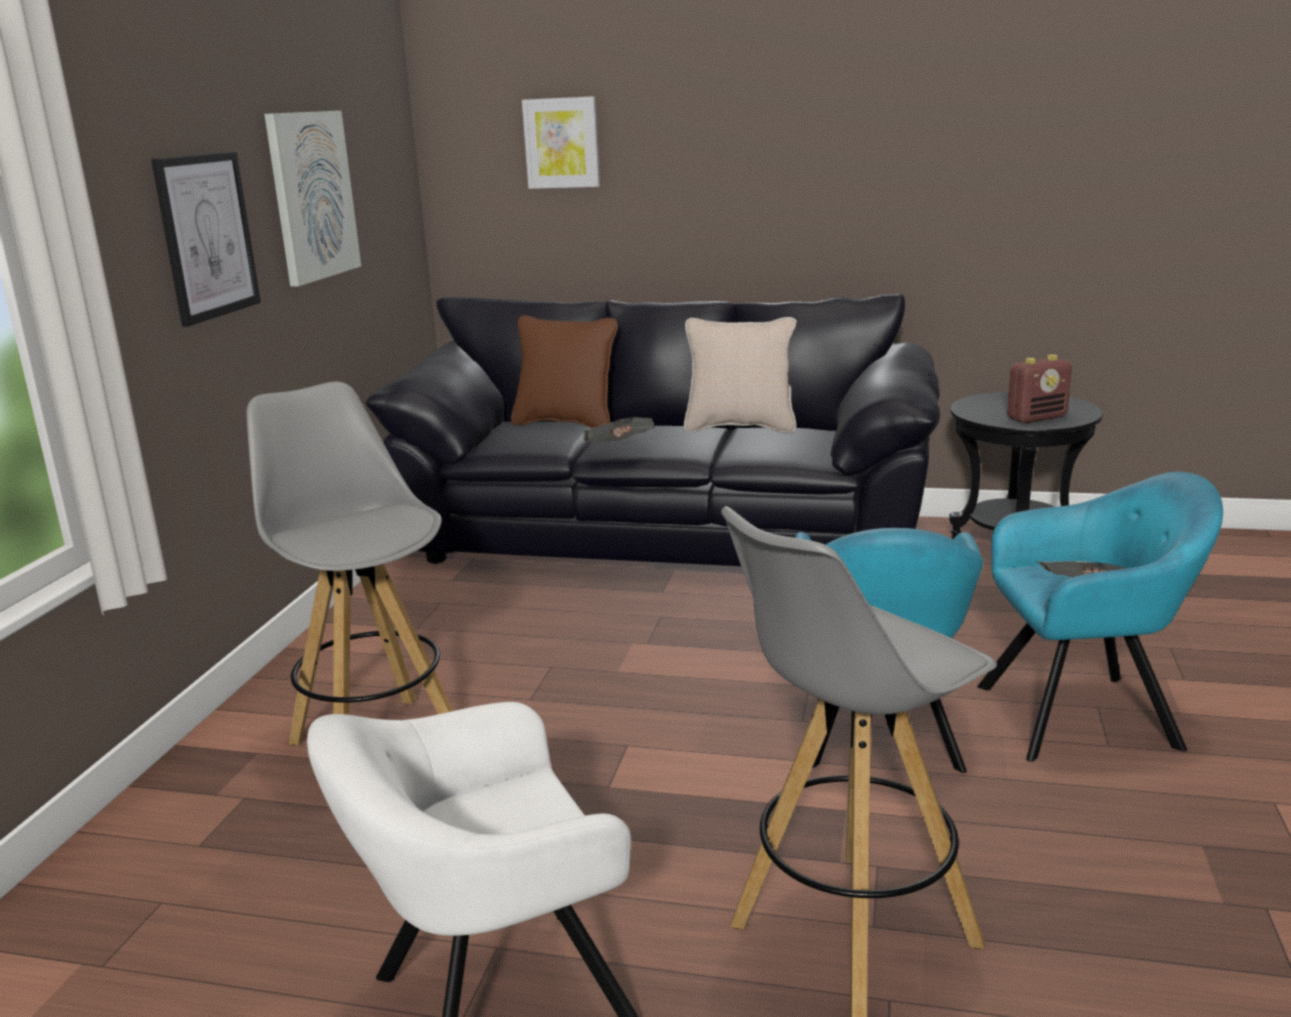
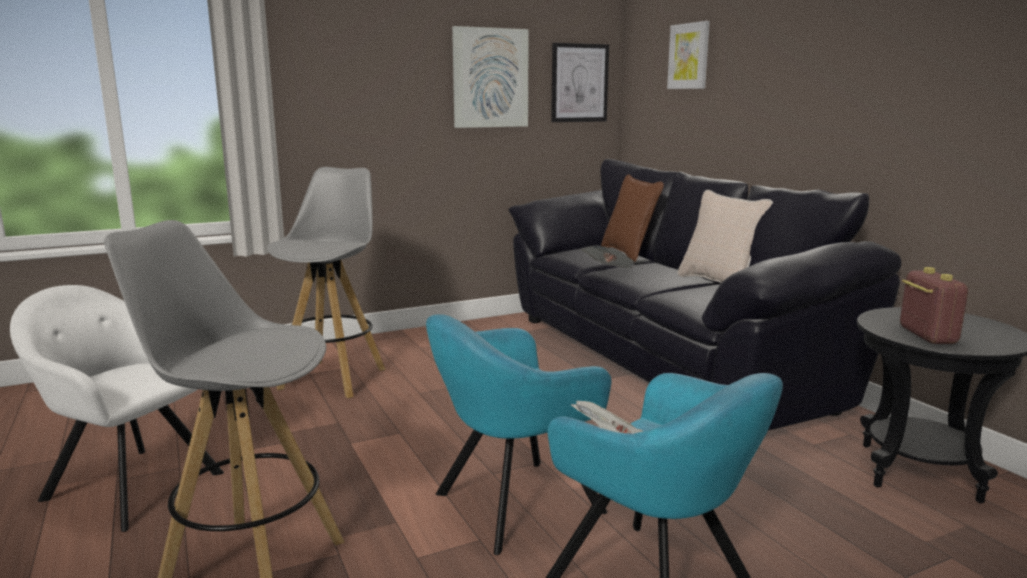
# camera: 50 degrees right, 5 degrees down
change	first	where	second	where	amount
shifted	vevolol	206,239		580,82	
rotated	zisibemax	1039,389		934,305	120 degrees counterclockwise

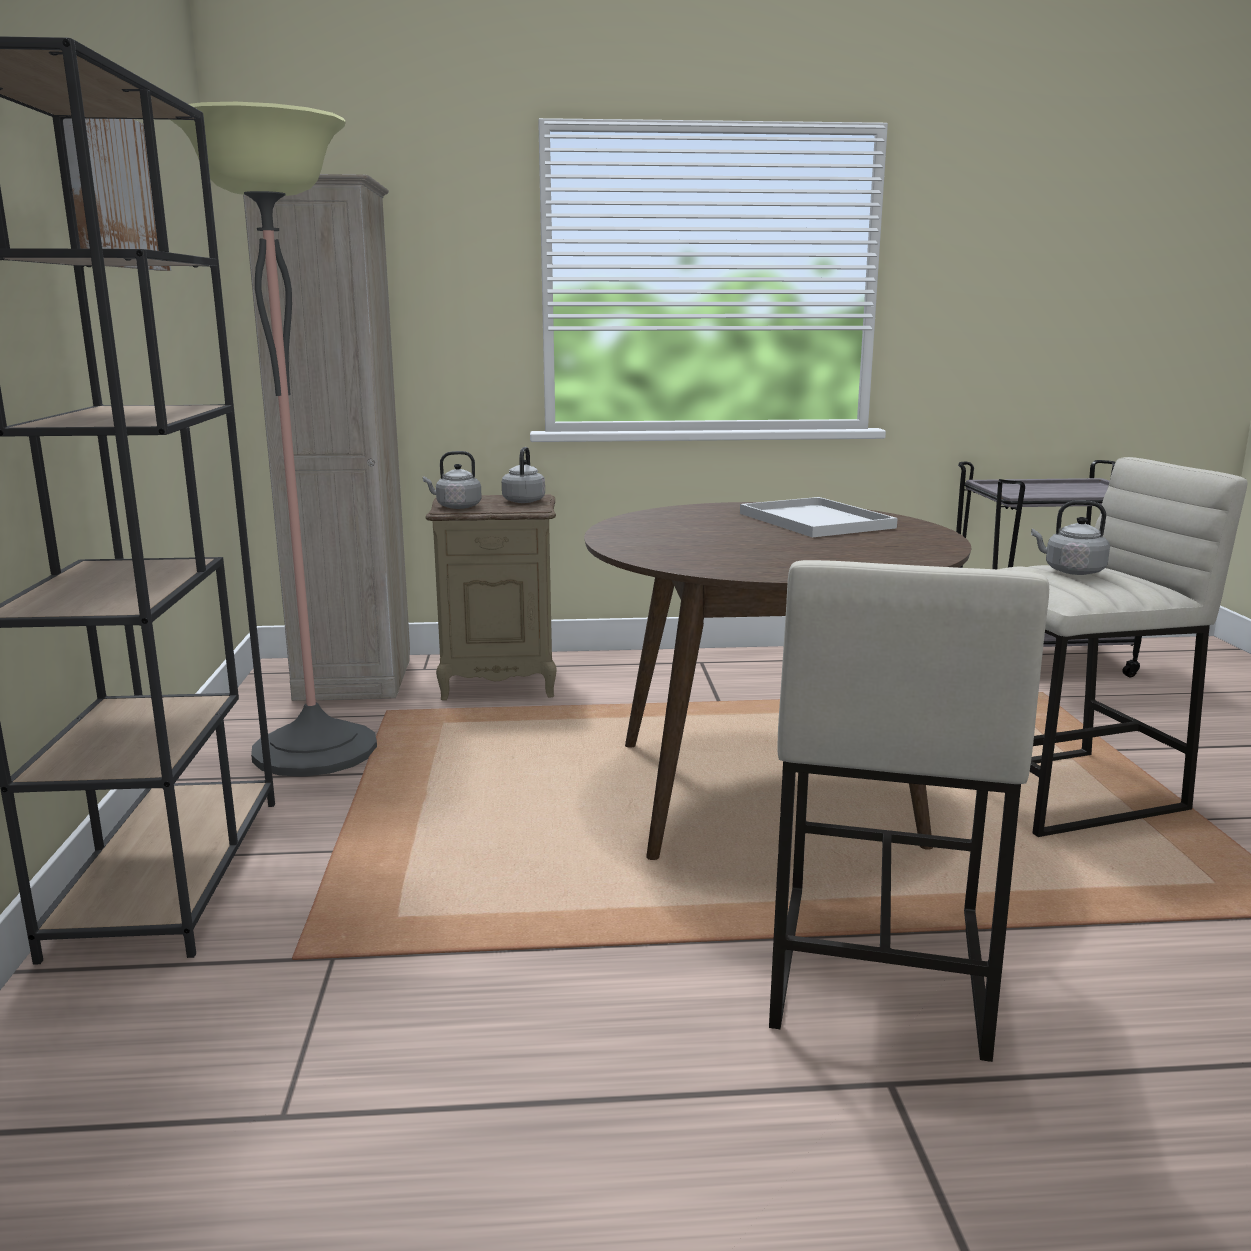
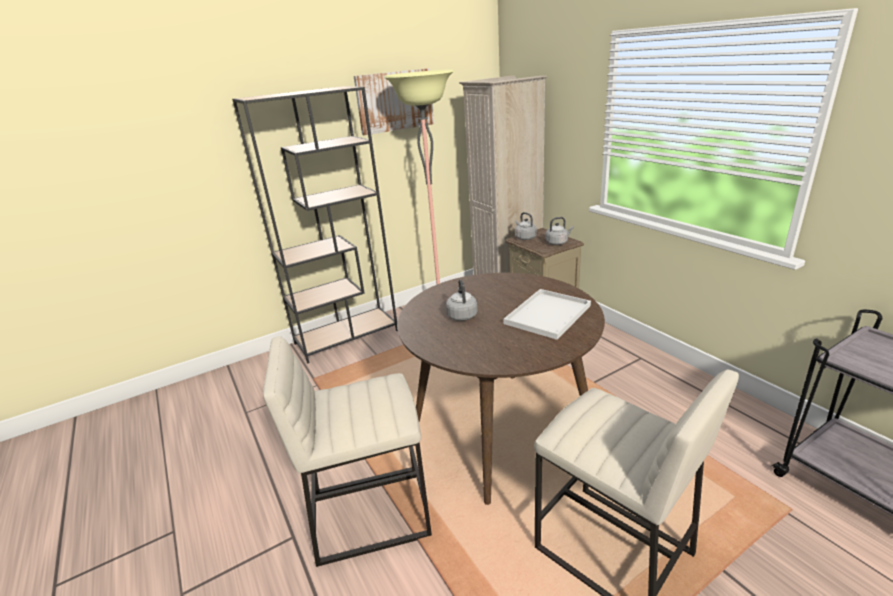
# camera: 65 degrees right, 10 degrees up
change	first	where	second	where	amount
shifted	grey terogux	1070,537		461,300	

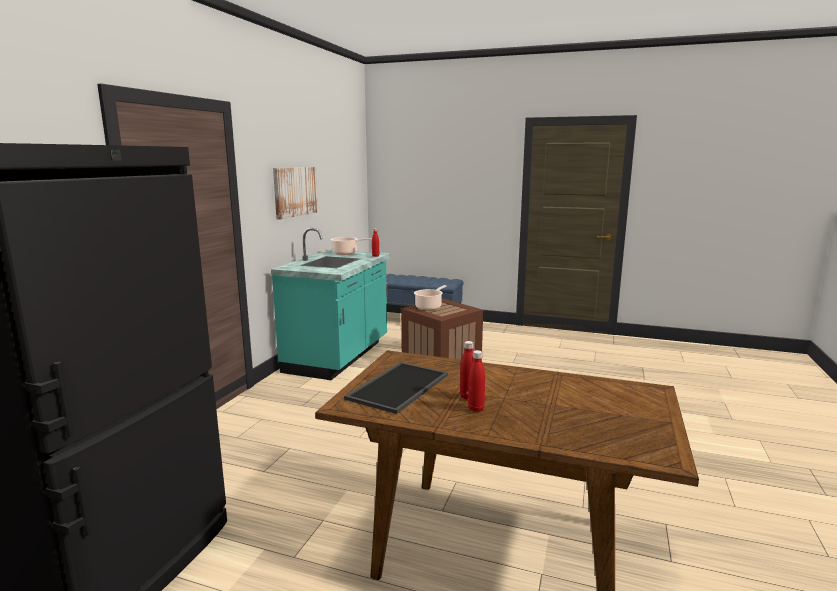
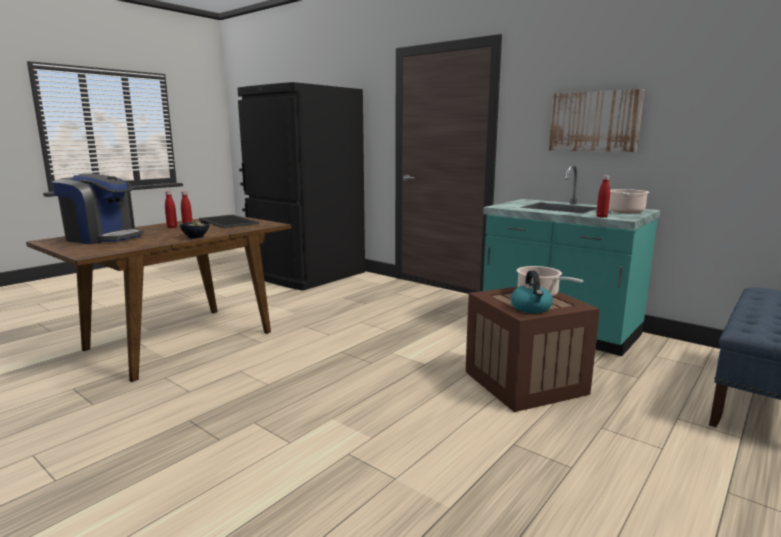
# camera: 110 degrees right, 0 degrees up
change	first	where	second	where	amount
new			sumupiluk	98,208	
new			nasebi	194,230	
new			terogux	532,292	

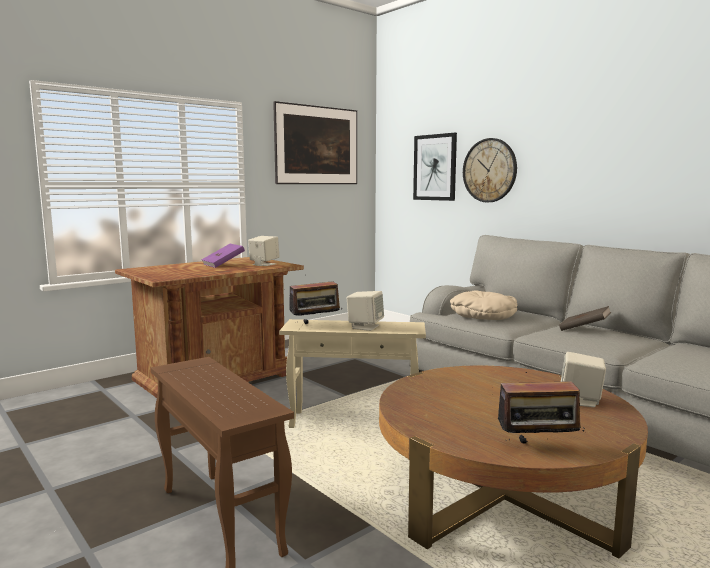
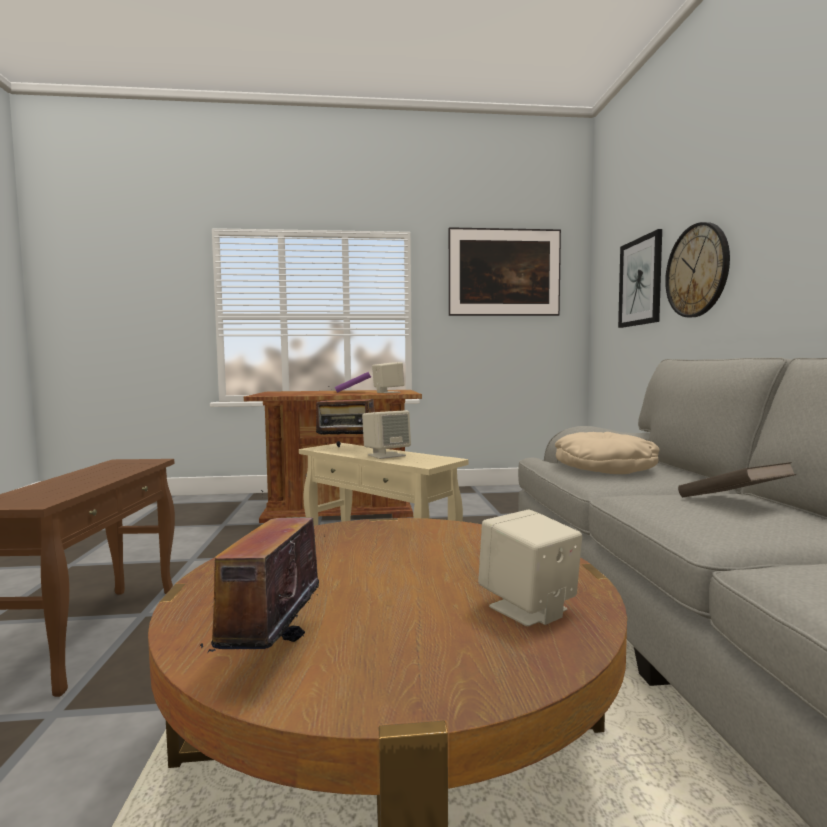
# camera: 35 degrees right, 5 degrees down
change	first	where	second	where	amount
rotated	zisibemax	542,408		262,571	60 degrees clockwise

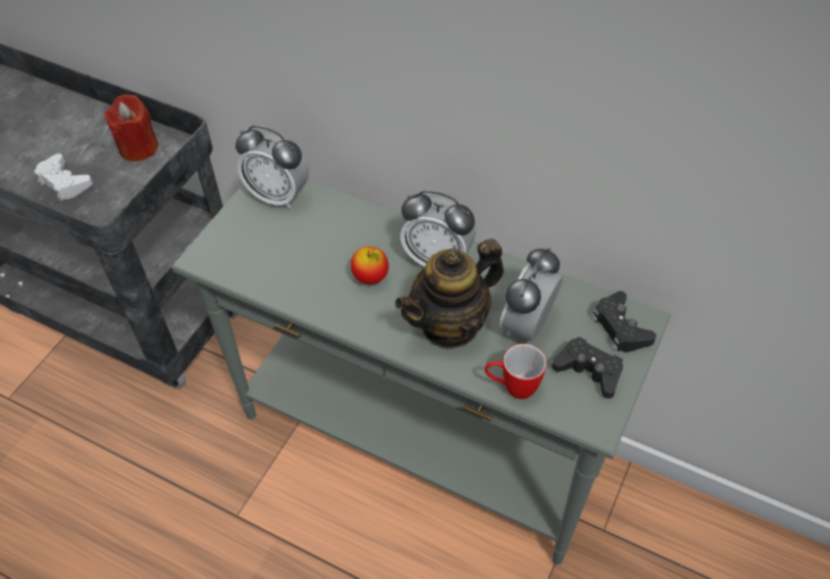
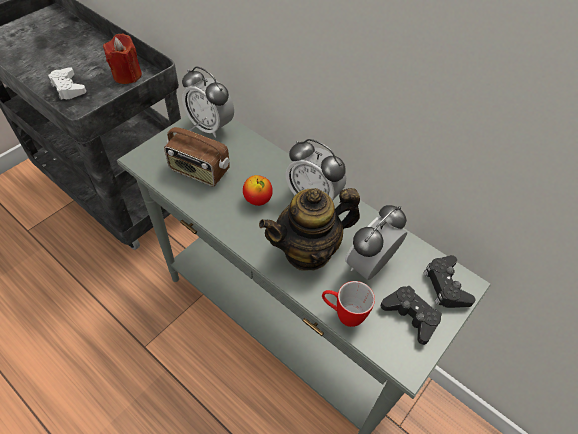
# camera: 10 degrees right, 0 degrees up
change	first	where	second	where	amount
new			zisibemax	197,151	

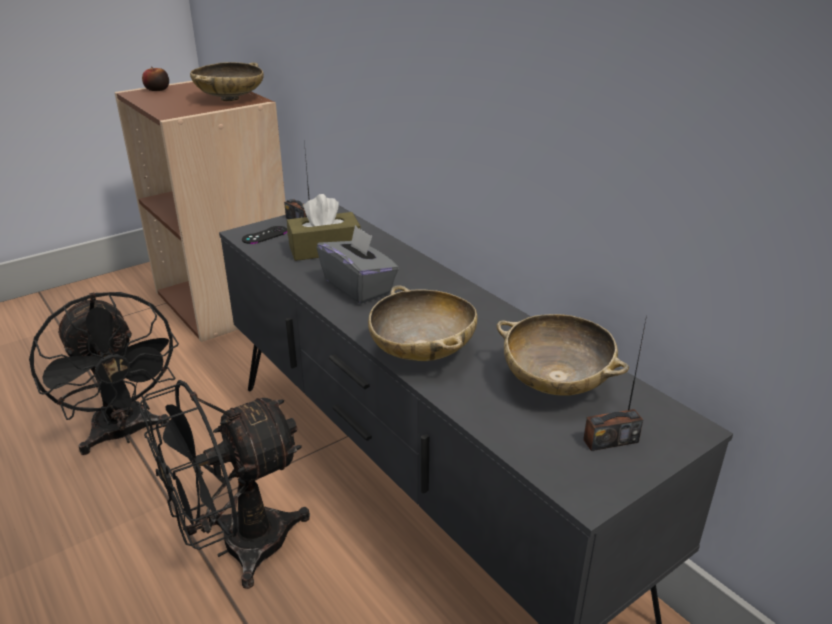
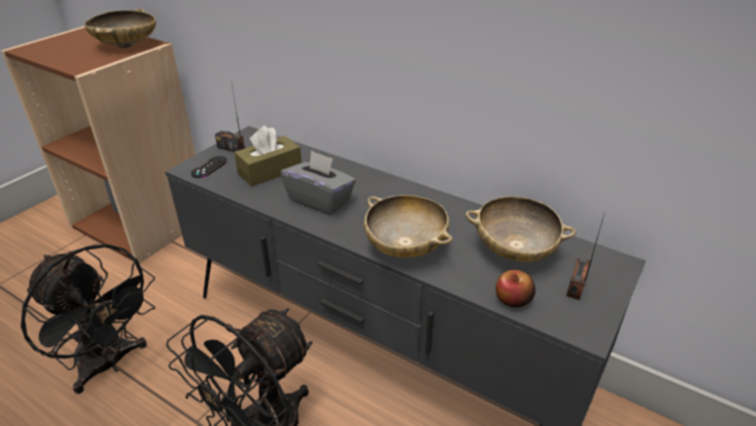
# camera: 20 degrees left, 5 degrees up
change	first	where	second	where	amount
shifted	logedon	155,78		516,289	
rotated	zisibemax	615,383		585,256	150 degrees clockwise

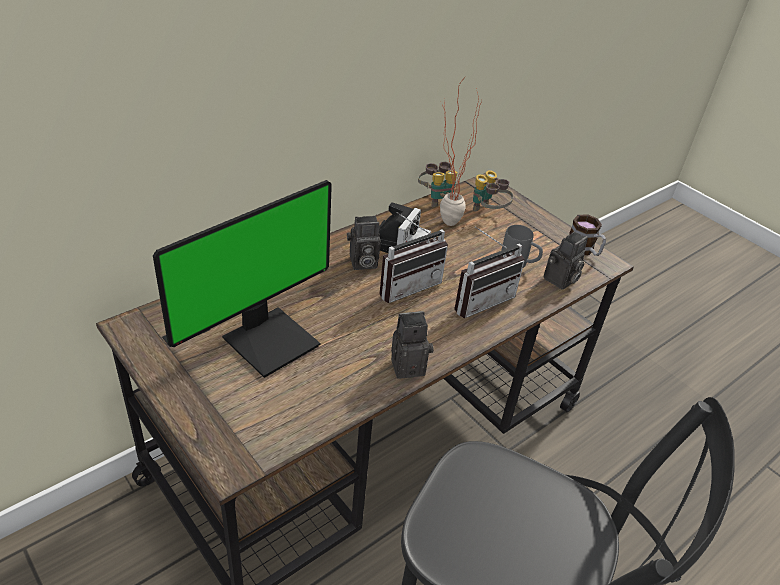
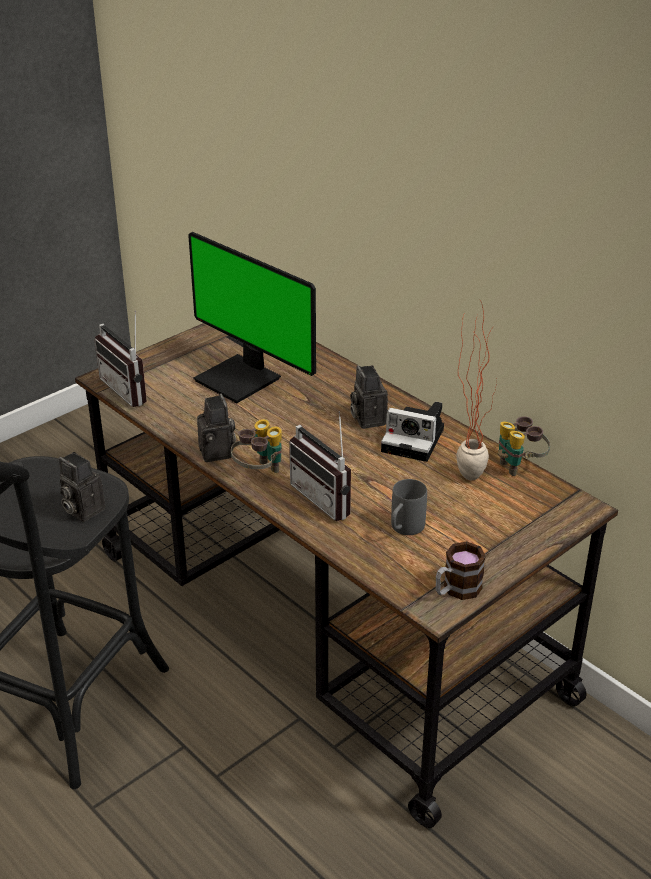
# camera: 90 degrees right, 5 degrees down
change	first	where	second	where	amount
shifted	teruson	566,261		82,487	
shifted	zisibemax	414,257		120,358	
shifted	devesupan	493,191		256,446	

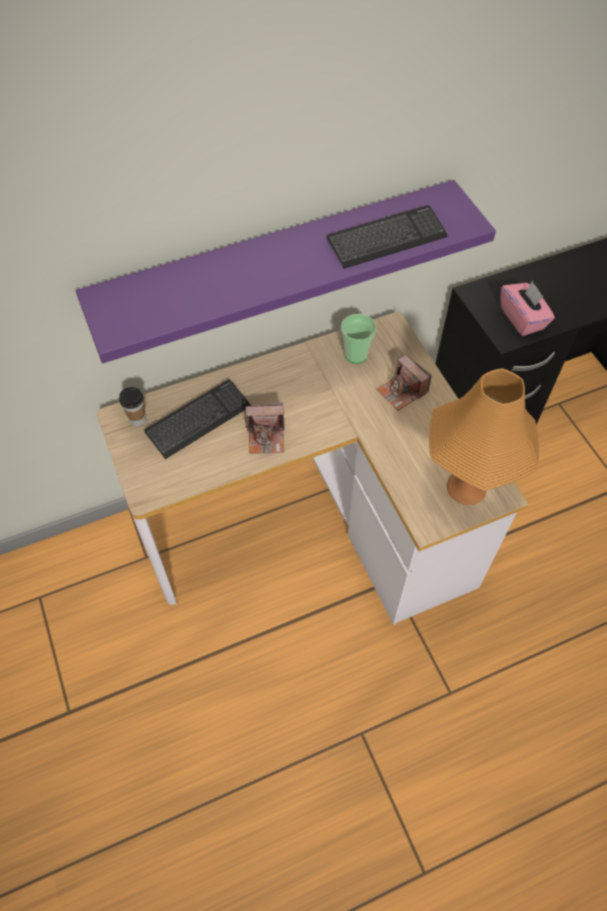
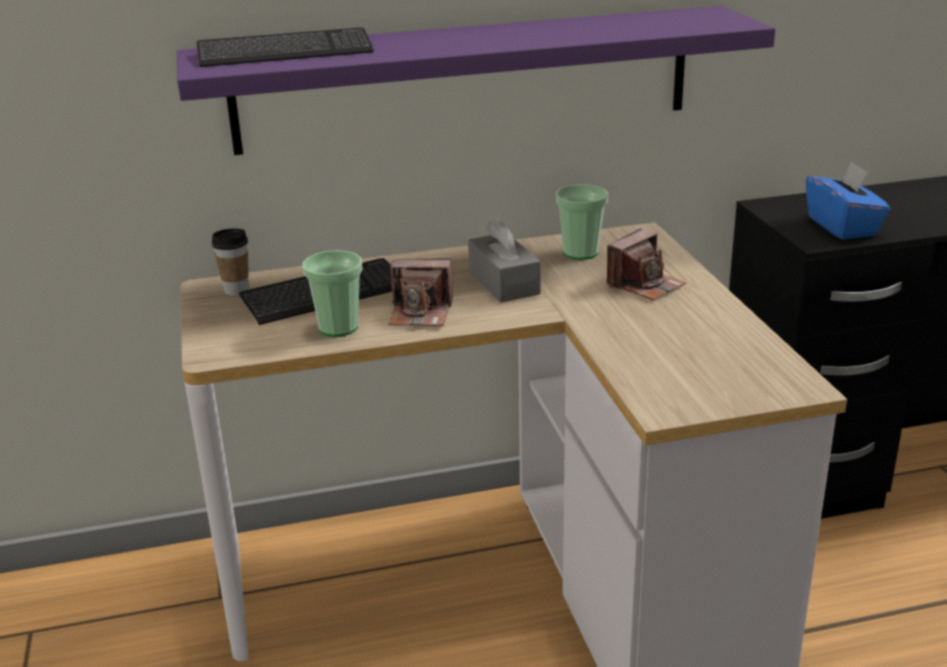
# camera: 10 degrees right, 30 degrees down
change	first	where	second	where	amount
shifted	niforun	387,237		285,47	
new			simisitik	332,293	
new			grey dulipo	504,259	
rotated	teruson	404,383		646,264	105 degrees counterclockwise
repainted	pink dulipo	527,308	blue dulipo	848,200	
gone	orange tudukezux	484,436			

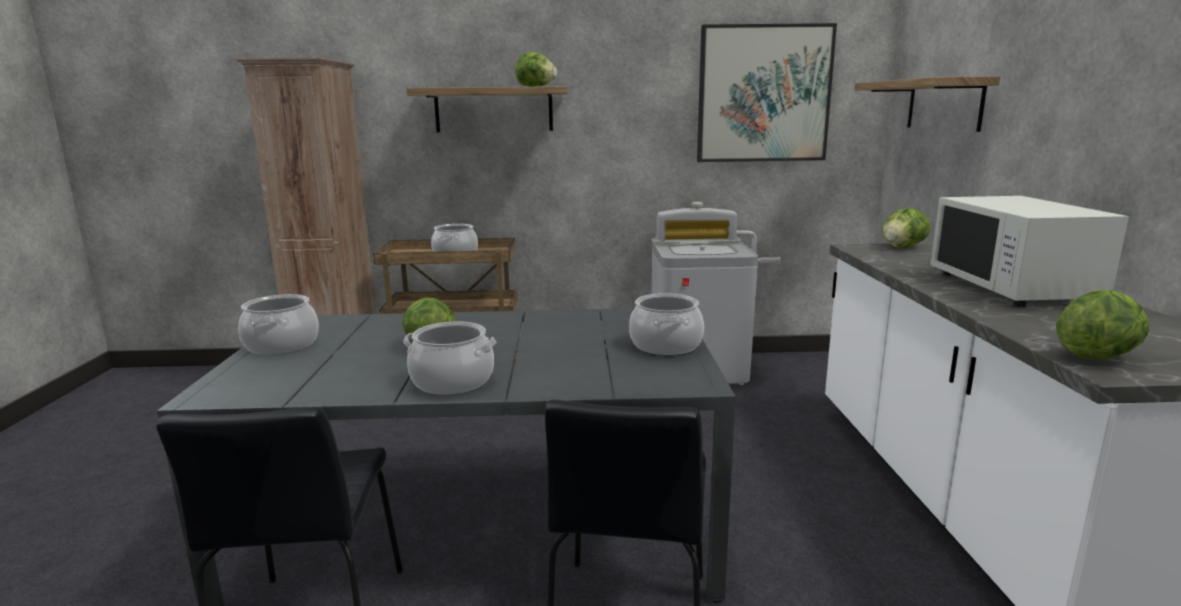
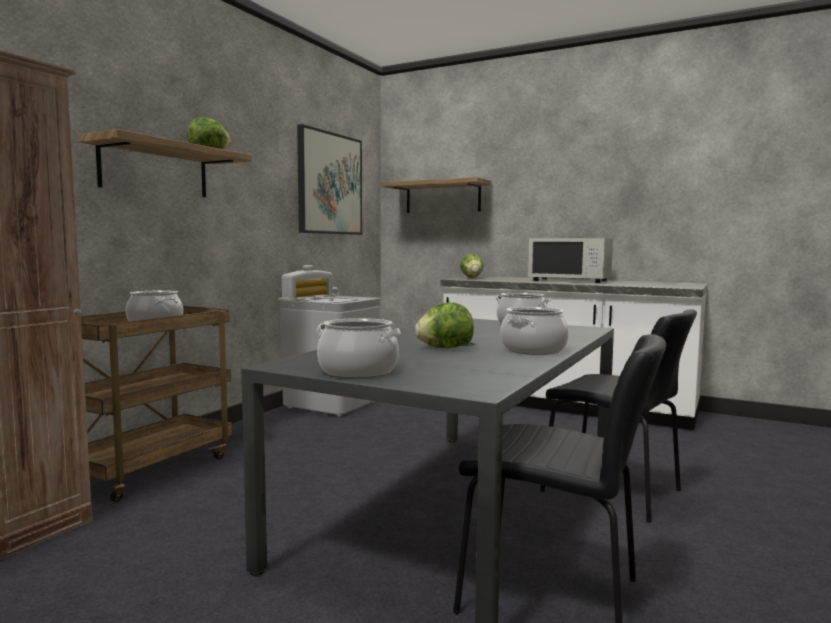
# camera: 60 degrees left, 10 degrees down
change	first	where	second	where	amount
gone	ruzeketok	1102,324			

